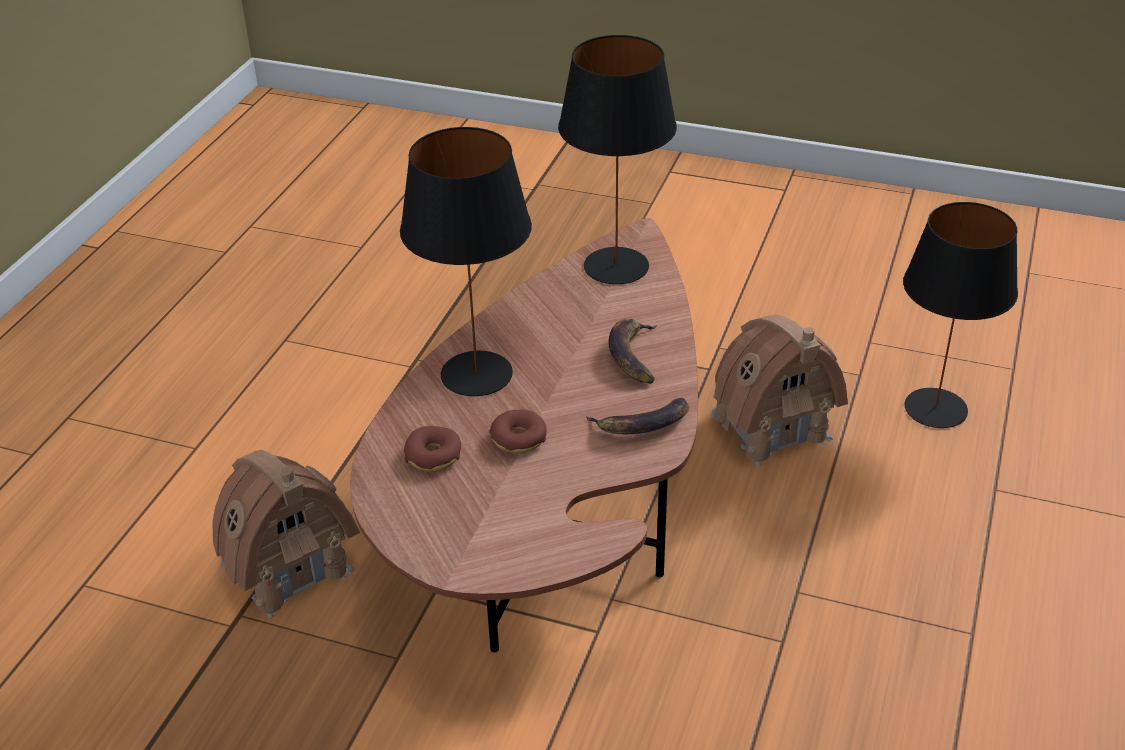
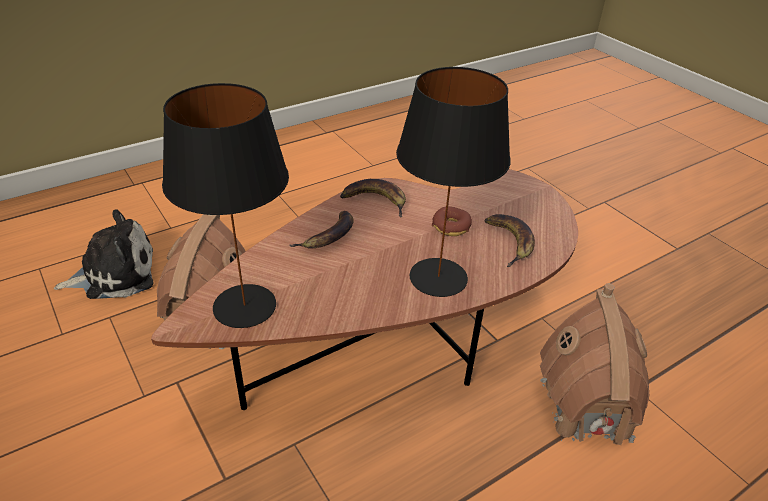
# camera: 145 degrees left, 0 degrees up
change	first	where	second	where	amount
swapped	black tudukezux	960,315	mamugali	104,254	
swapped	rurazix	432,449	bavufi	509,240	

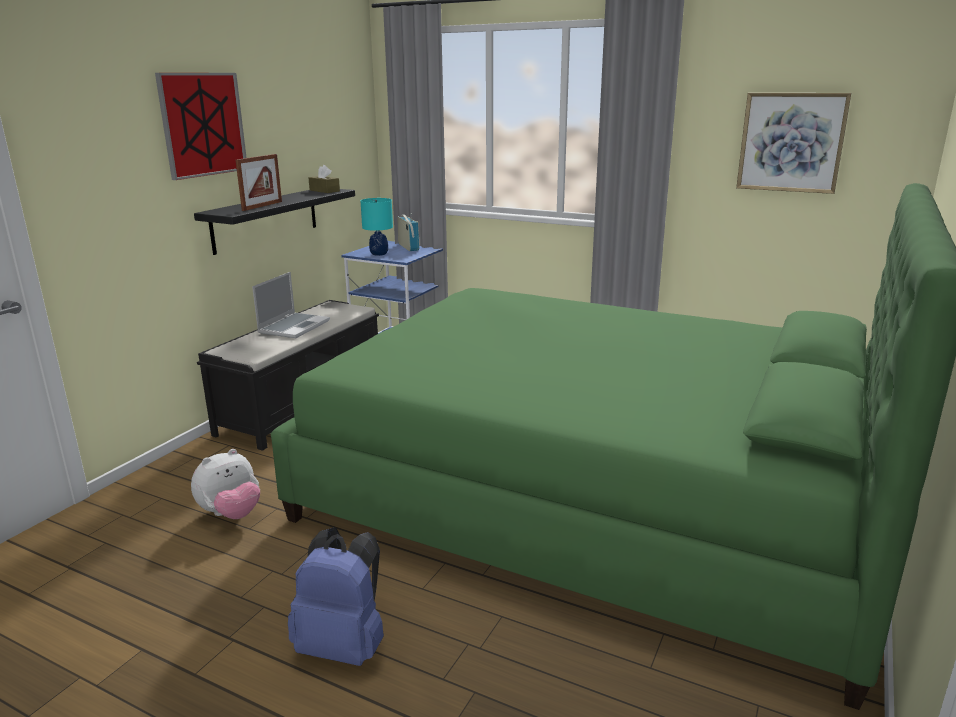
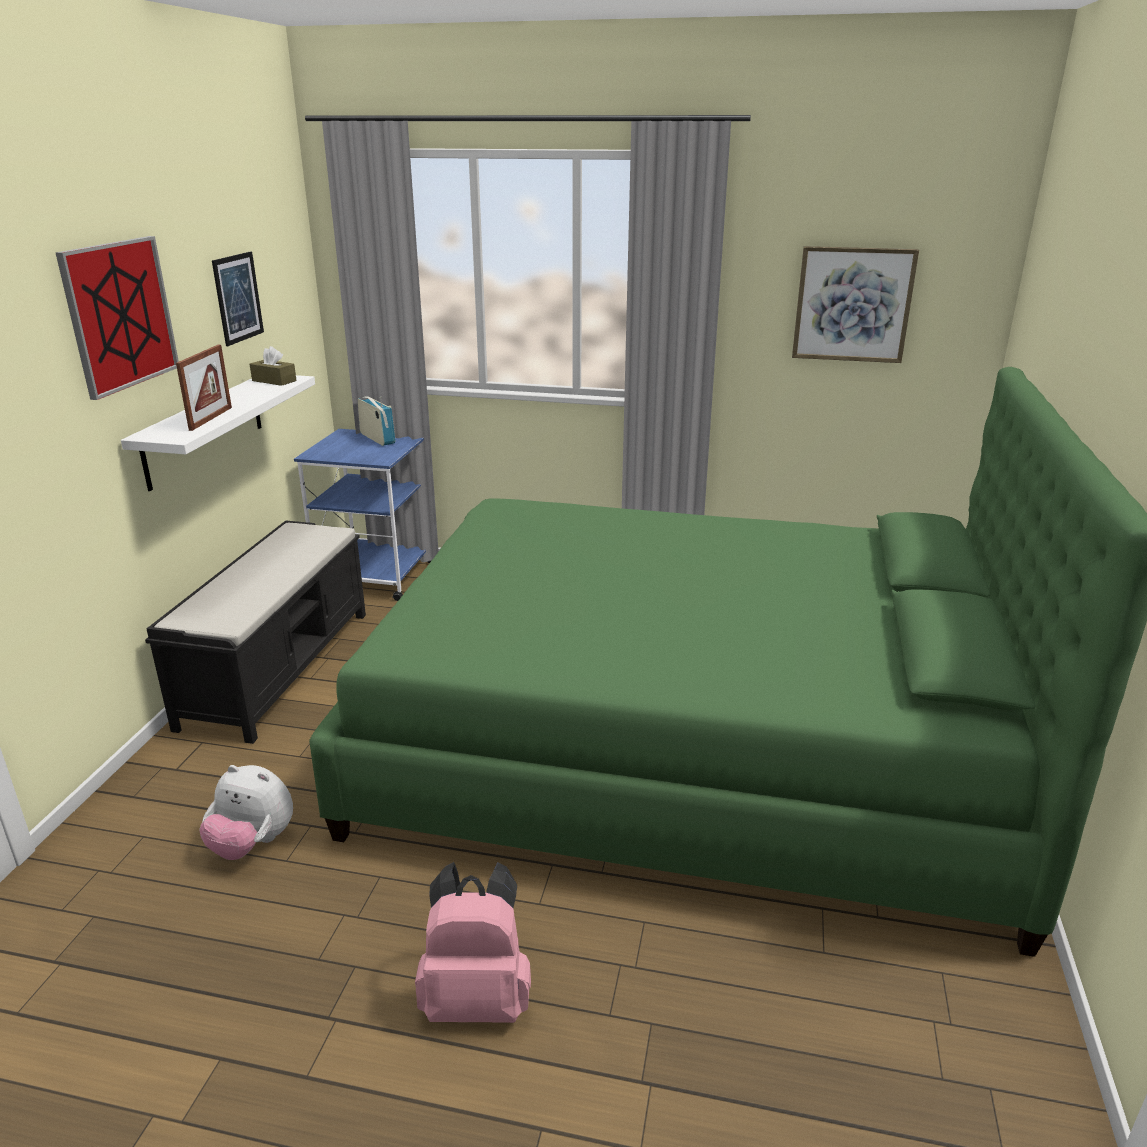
# camera: 15 degrees left, 5 degrees up
change	first	where	second	where	amount
repainted	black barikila	274,222	white barikila	218,433	
rotated	mamugali	225,484		246,812	75 degrees clockwise
new			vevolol	238,299	
repainted	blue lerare	336,596	pink lerare	473,942	
gone	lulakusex	291,305			
gone	turquoise tudukezux	376,227			

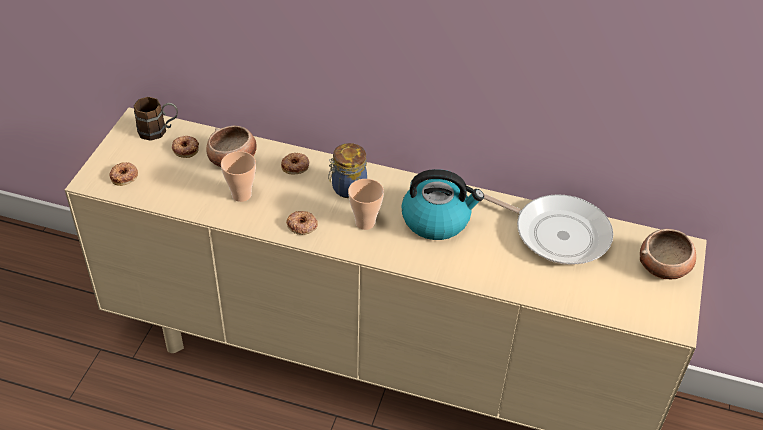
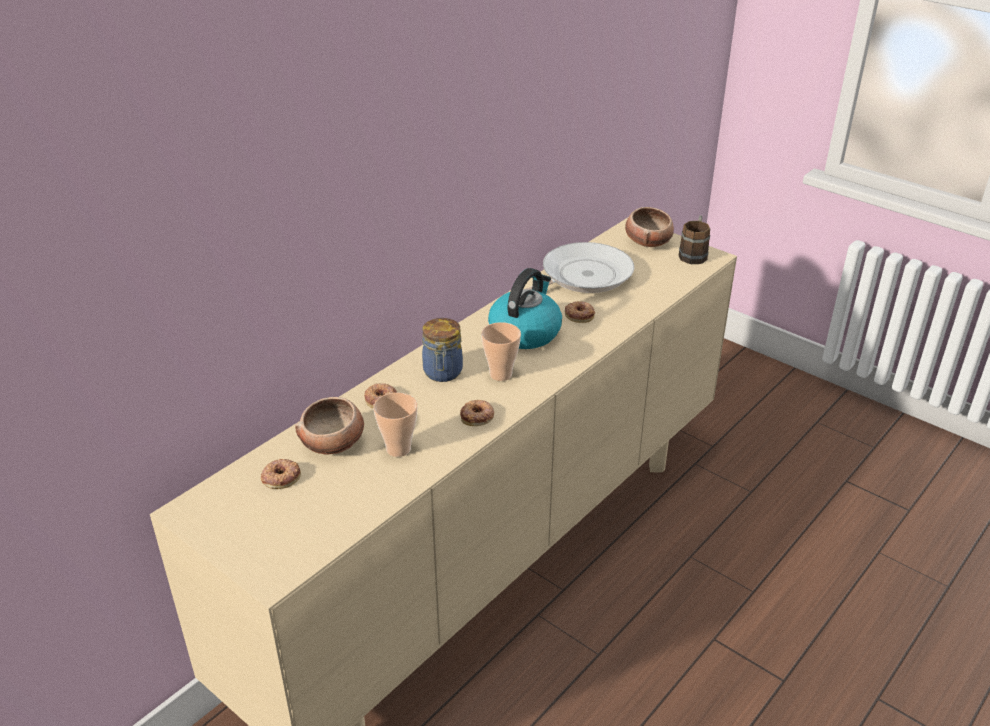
# camera: 65 degrees left, 10 degrees down
change	first	where	second	where	amount
shifted	rurazix	123,174		580,312	
shifted	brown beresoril	156,119		694,239	

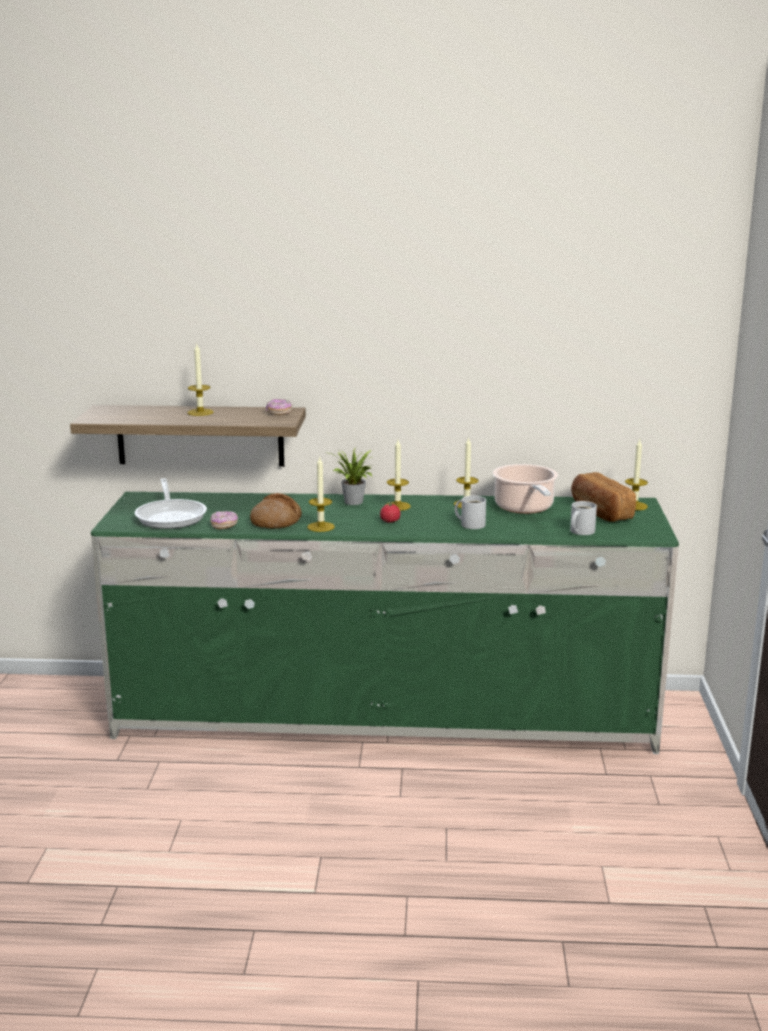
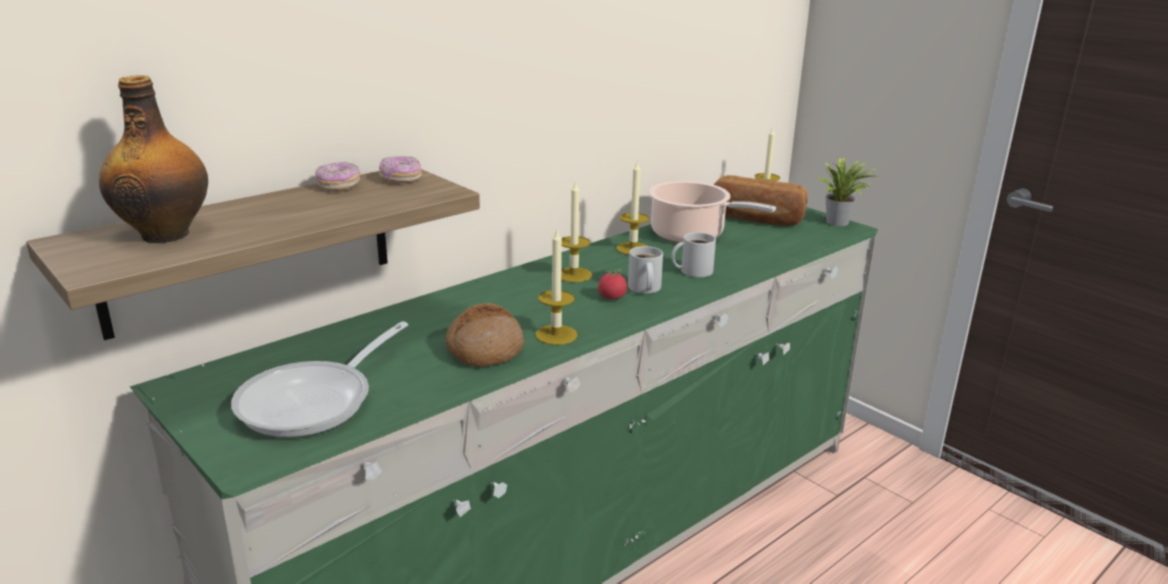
# camera: 45 degrees left, 5 degrees up
change	first	where	second	where	amount
new			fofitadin	153,159	
rotated	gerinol	171,503		319,379	90 degrees clockwise
shifted	rurazix	224,520		337,177	
shifted	white beresoril	583,518		645,270	
shifted	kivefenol	350,476		849,191	
gone	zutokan	200,380			

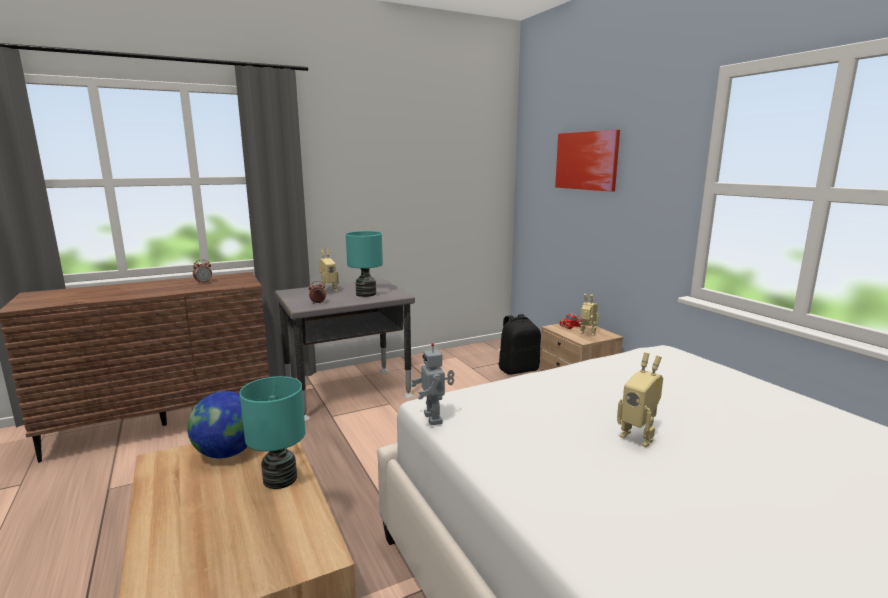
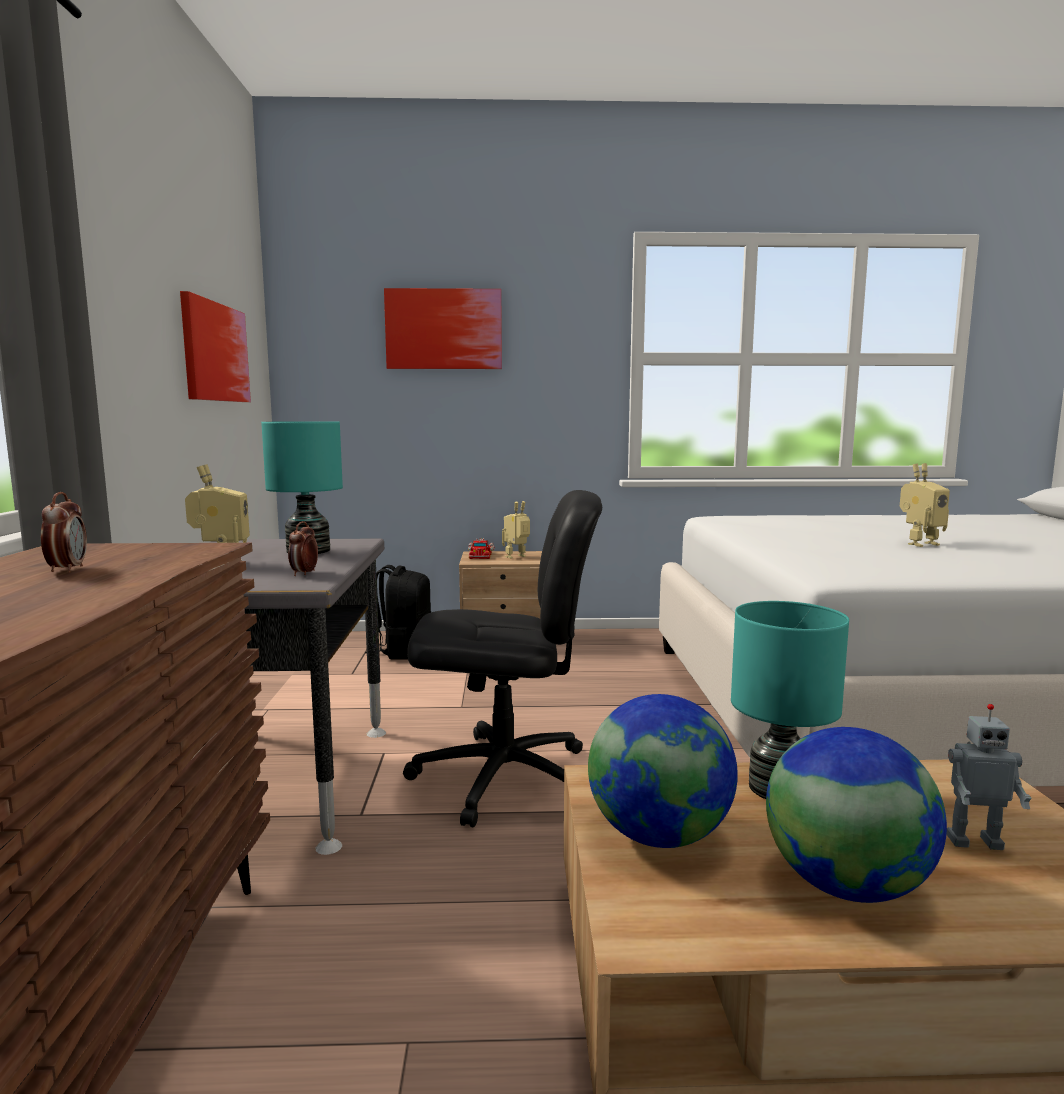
# camera: 65 degrees left, 5 degrees down
change	first	where	second	where	amount
new			vevolol	215,346	
new			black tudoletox	502,658	
new			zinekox	856,815	
shifted	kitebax	432,384		989,777	

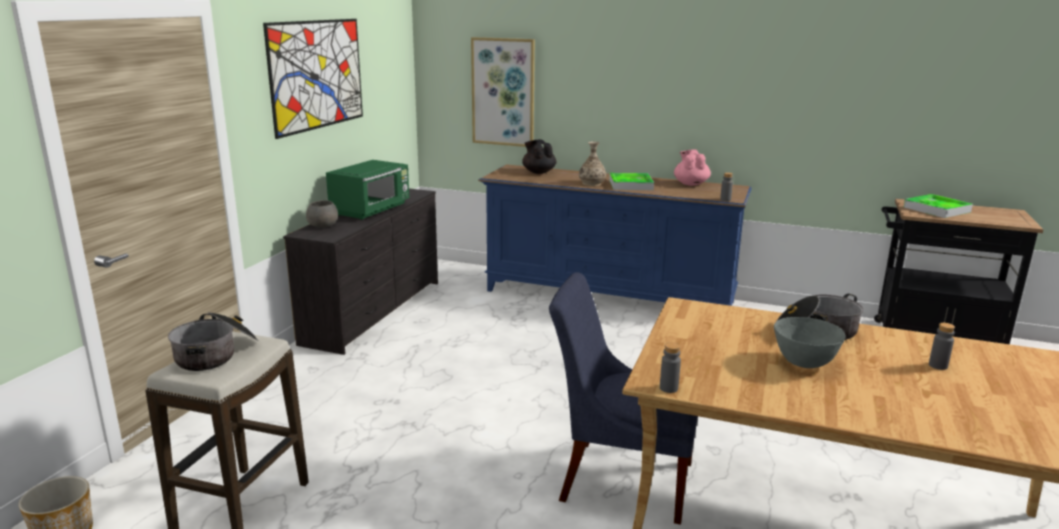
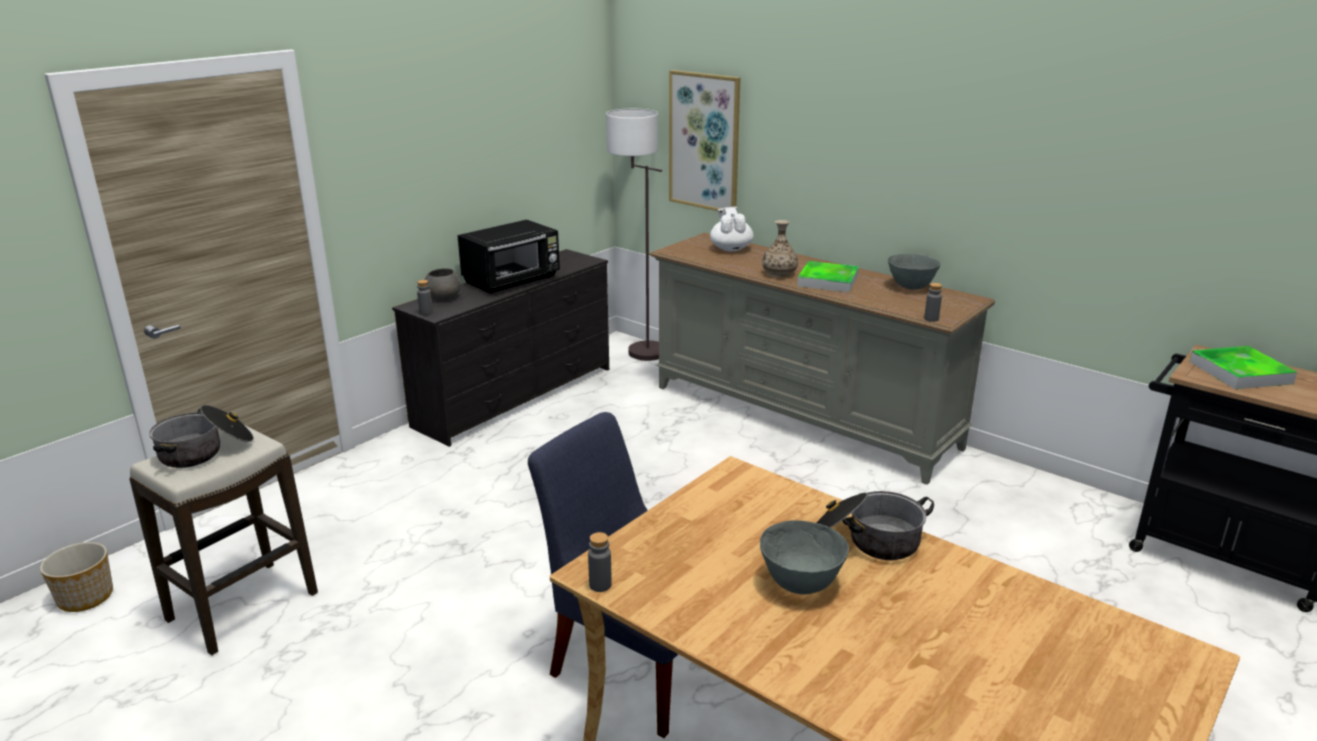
# camera: 20 degrees right, 5 degrees up
change	first	where	second	where	amount
shifted	grey fofitadin	942,346		425,297	
repainted	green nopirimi	367,190	black nopirimi	509,257	
new			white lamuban	634,235	
repainted	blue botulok	615,235	grey botulok	822,359	
repainted	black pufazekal	539,156	white pufazekal	732,229	
swapped	pink pufazekal	692,167	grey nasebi	914,271	
gone	vevolol	313,79			

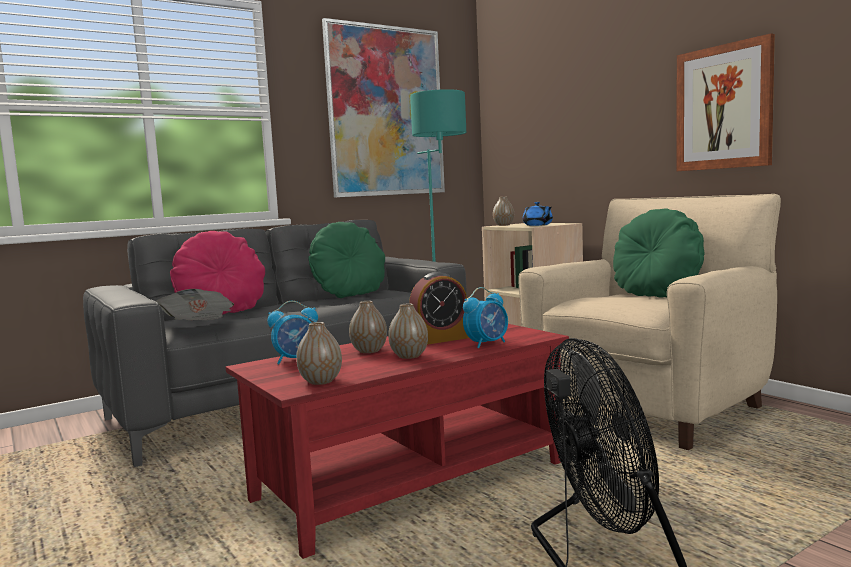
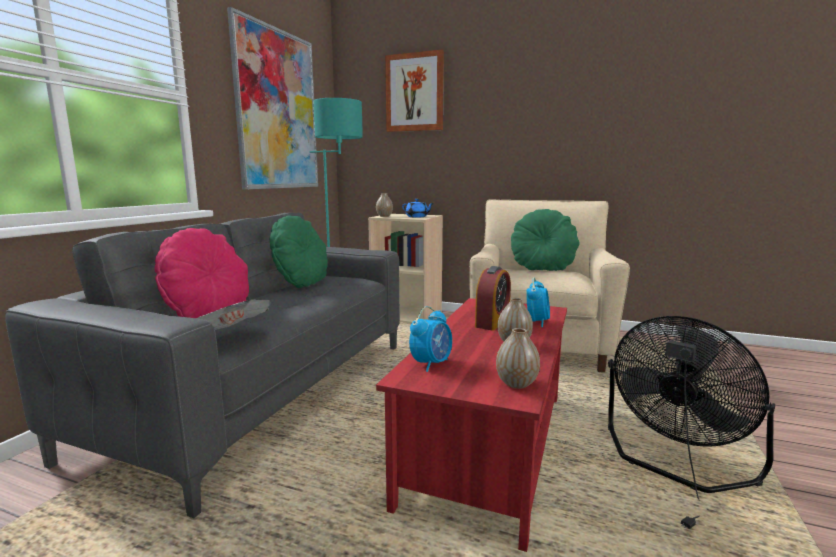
# camera: 35 degrees left, 5 degrees up
change	first	where	second	where	amount
shifted	vevolol	725,102		414,90	
gone	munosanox	368,327			

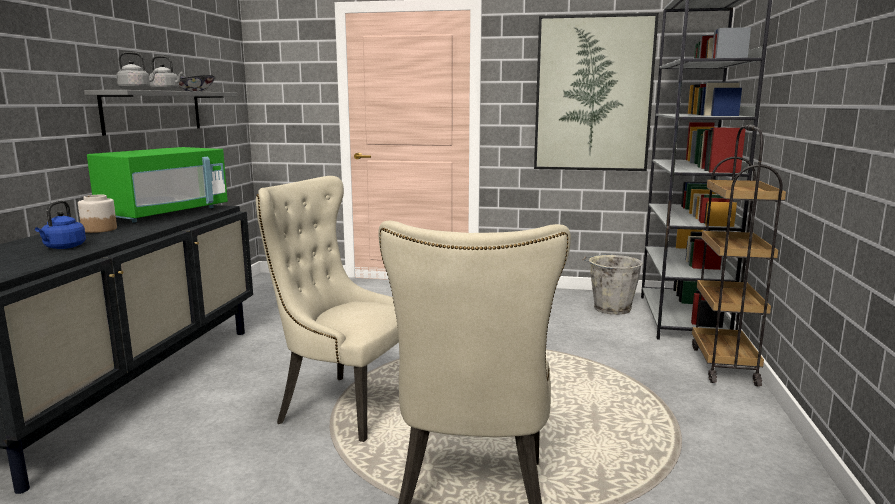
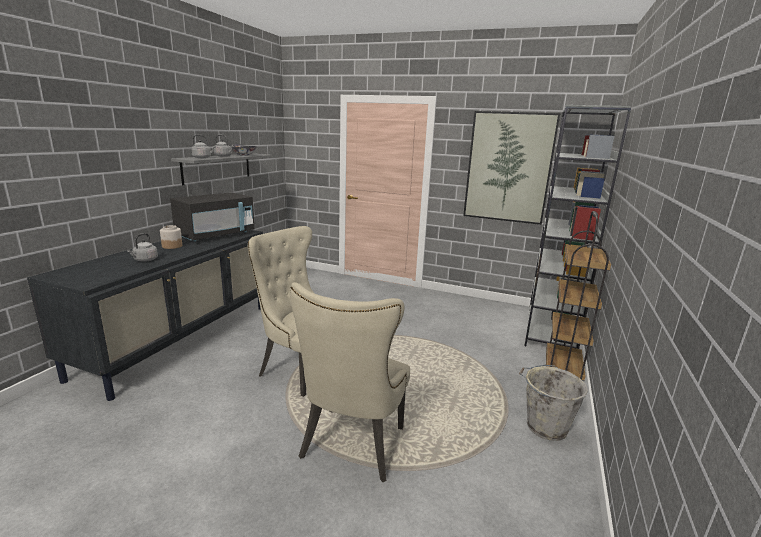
# camera: 10 degrees right, 5 degrees up
change	first	where	second	where	amount
repainted	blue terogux	60,225	grey terogux	142,247	
repainted	green nopirimi	157,184	black nopirimi	212,217	
shifted	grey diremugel	612,284		553,403	

